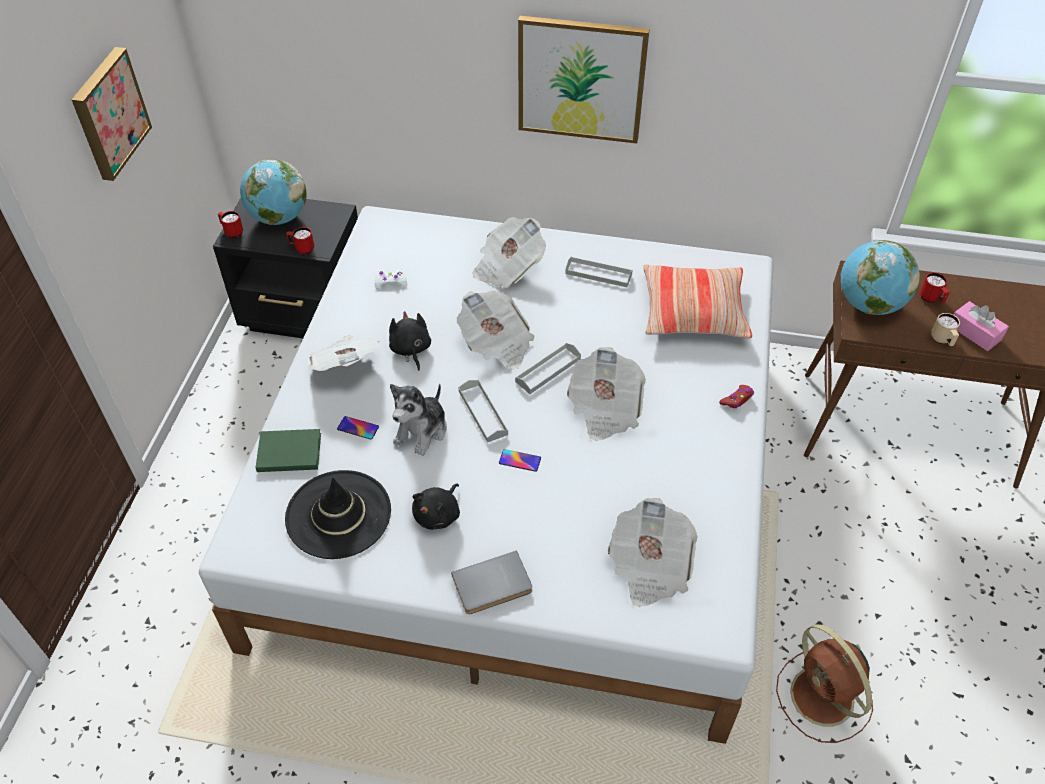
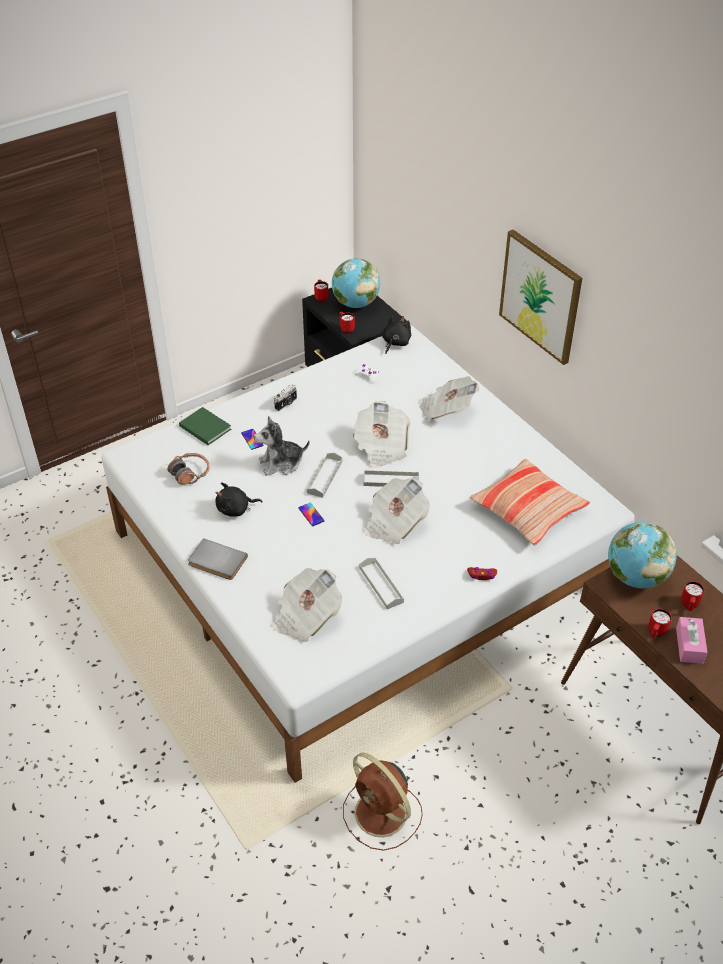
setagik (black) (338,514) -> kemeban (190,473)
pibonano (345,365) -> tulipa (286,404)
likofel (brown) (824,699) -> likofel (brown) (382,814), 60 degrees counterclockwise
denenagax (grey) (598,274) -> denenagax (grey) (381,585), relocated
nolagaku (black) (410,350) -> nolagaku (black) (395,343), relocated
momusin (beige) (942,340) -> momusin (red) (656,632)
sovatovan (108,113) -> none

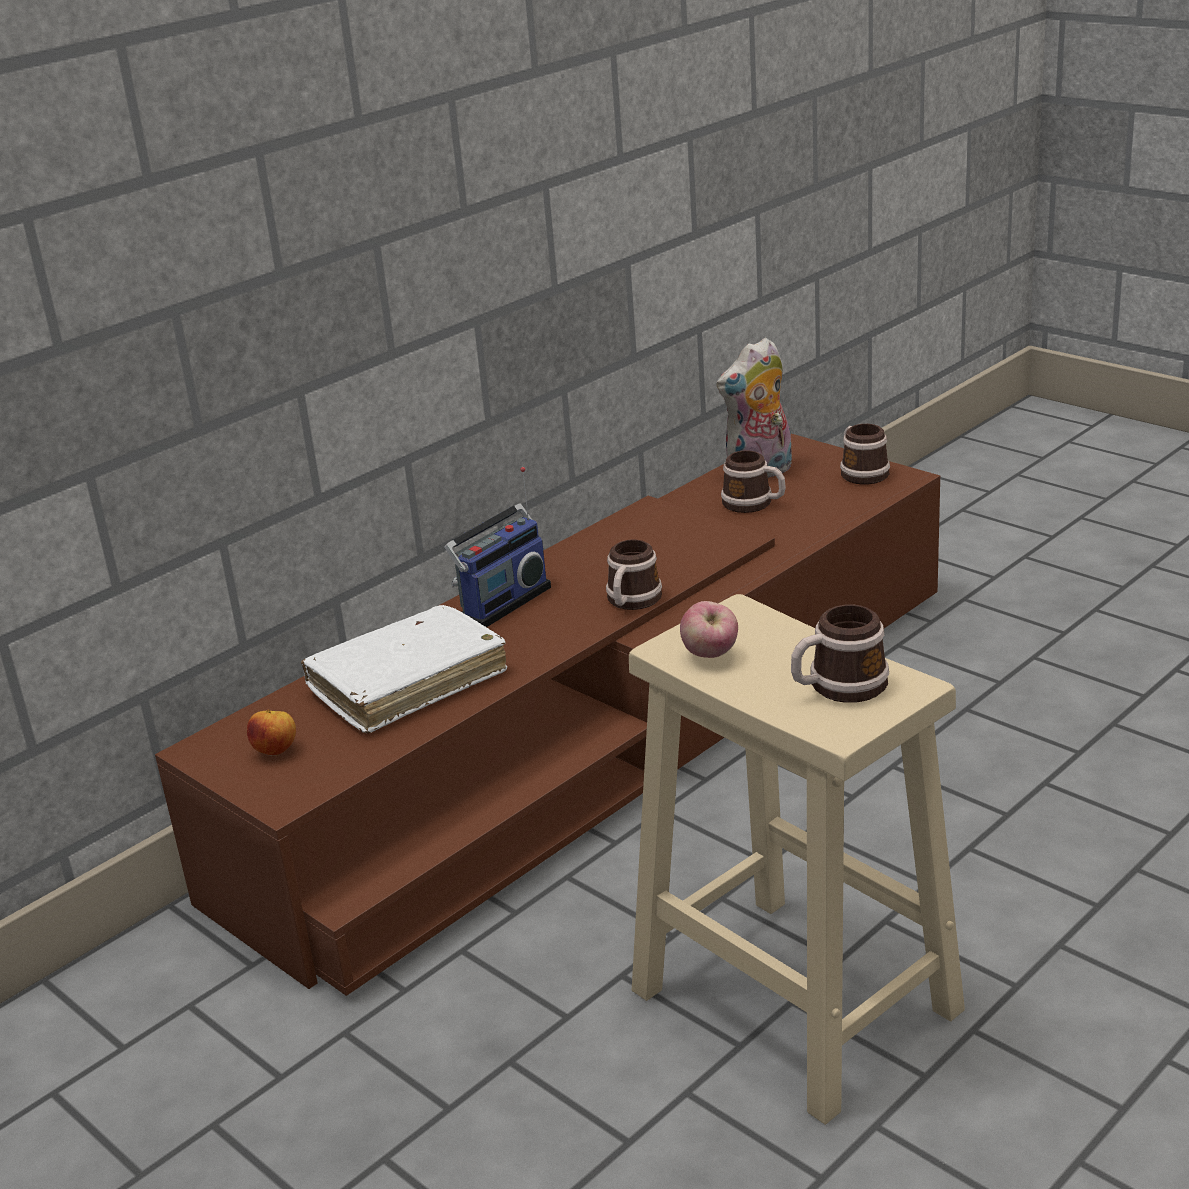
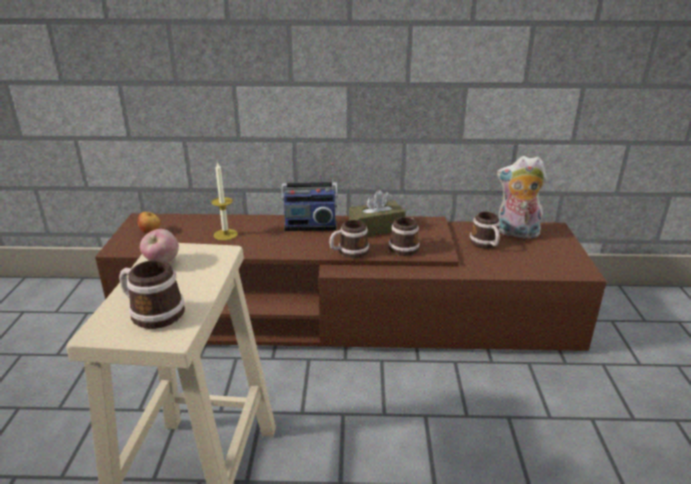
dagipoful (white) (408,683) -> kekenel (225,234)
none -> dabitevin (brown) (376,228)
momusin (861,472) -> momusin (405,247), relocated

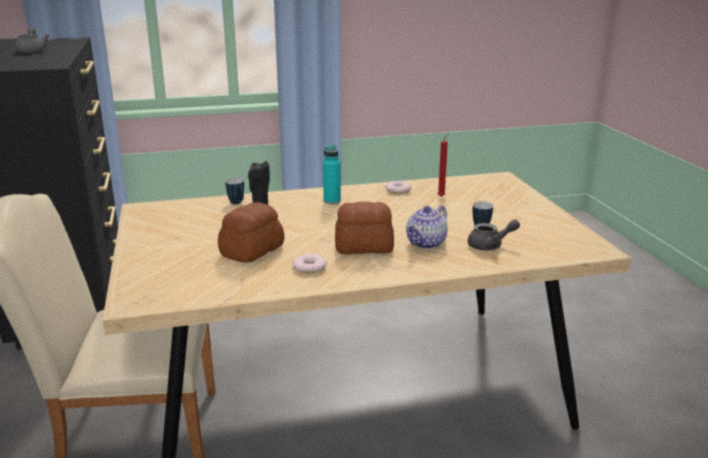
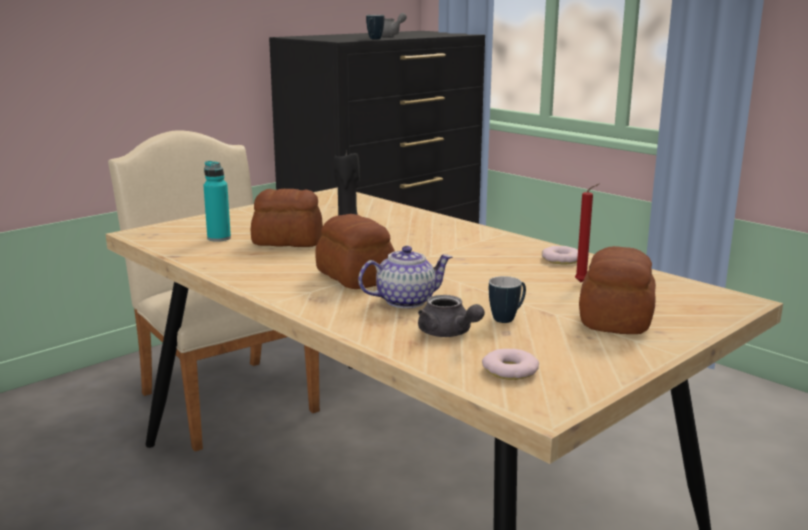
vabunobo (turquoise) (332,201) -> vabunobo (turquoise) (219,238), relocated
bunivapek (426,243) -> bunivapek (406,301), 150 degrees clockwise
momusin (238,203) -> momusin (374,39), relocated
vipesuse (309,267) -> vipesuse (510,370), relocated
none -> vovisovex (617,318)

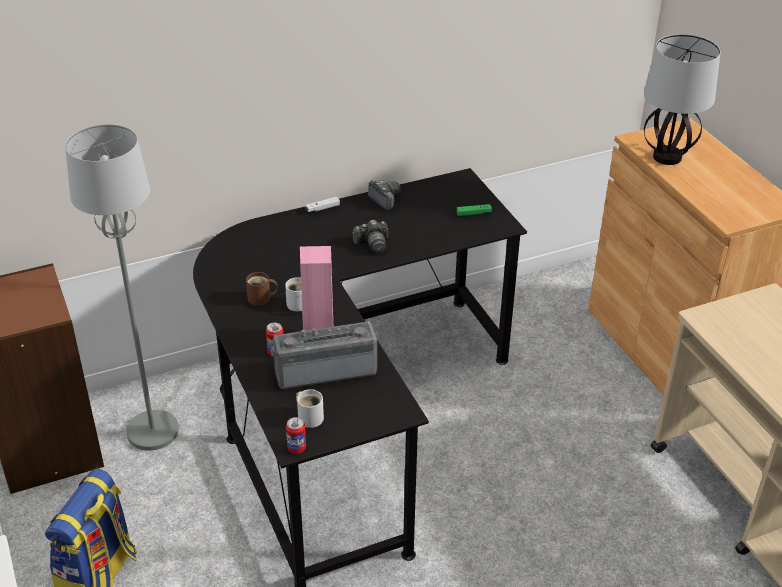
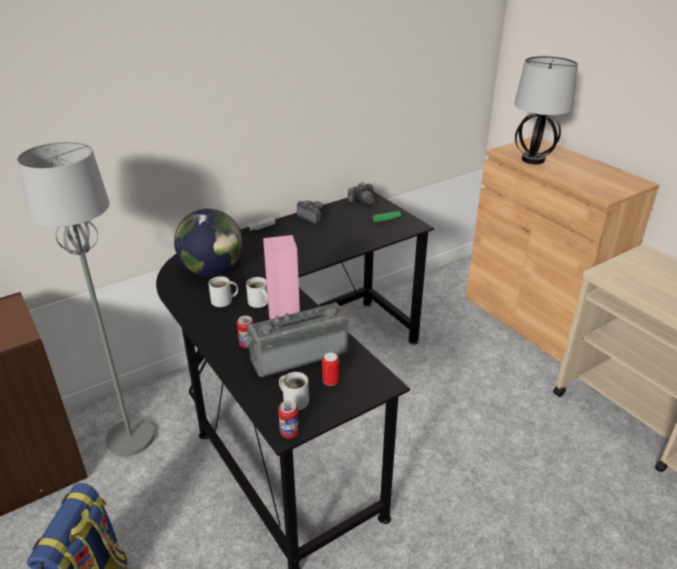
none -> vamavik (213,270)
momusin (brown) (261,299) -> momusin (white) (223,301)
none -> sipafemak (330,381)
tulipa (372,244) -> tulipa (363,201), relocated

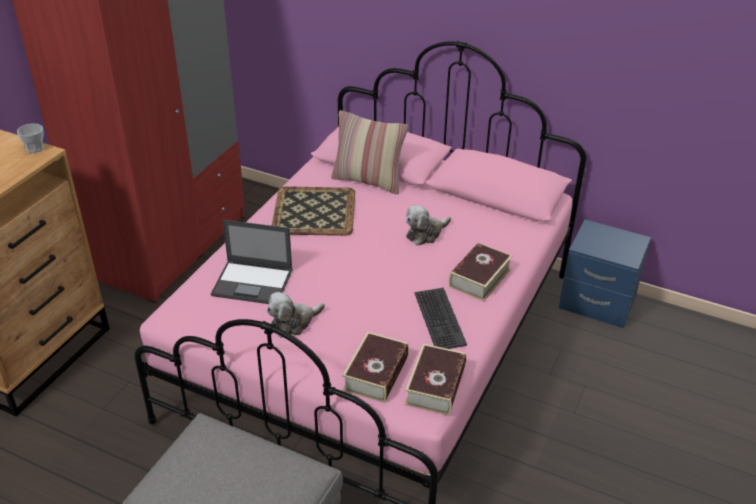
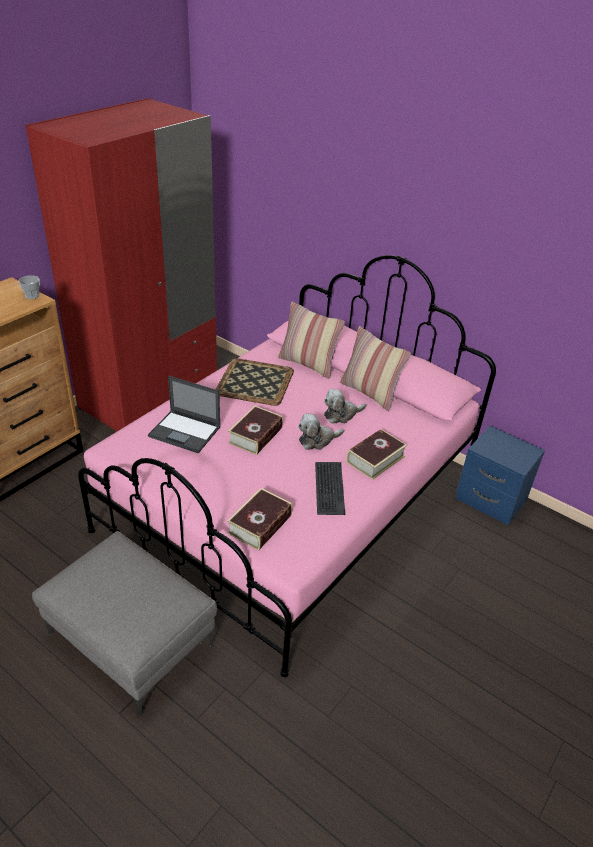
dagipoful (435,385) -> dagipoful (255,435), relocated
nolagaku (293,322) -> nolagaku (317,440), relocated
none -> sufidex (369,393)

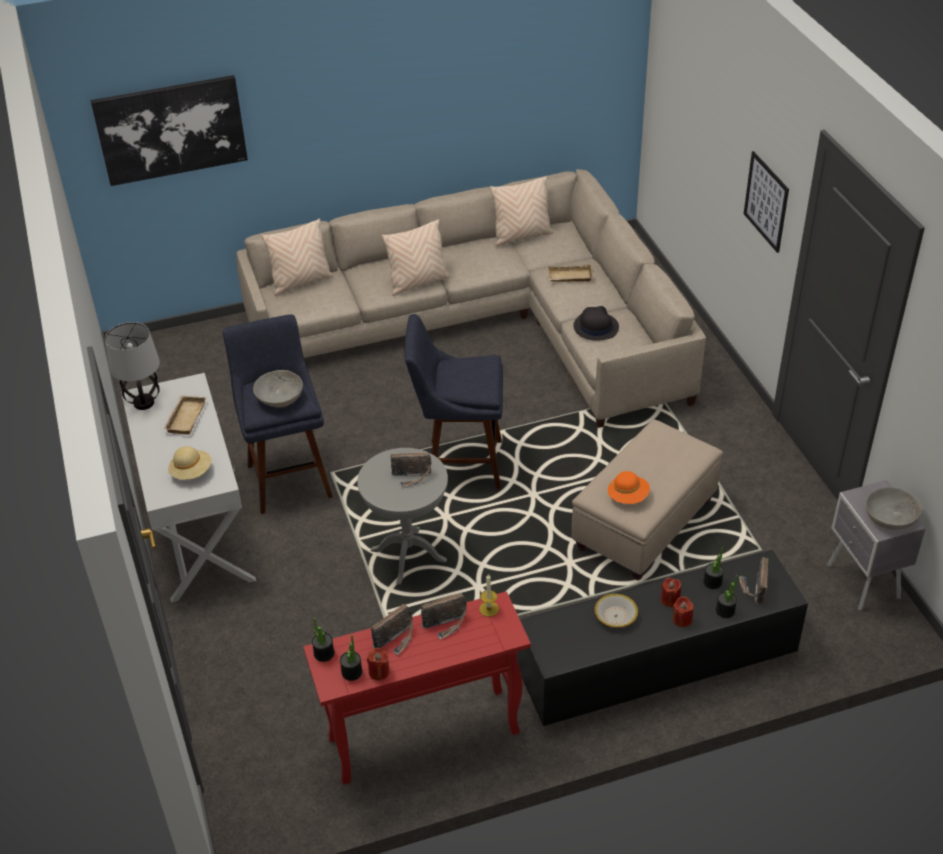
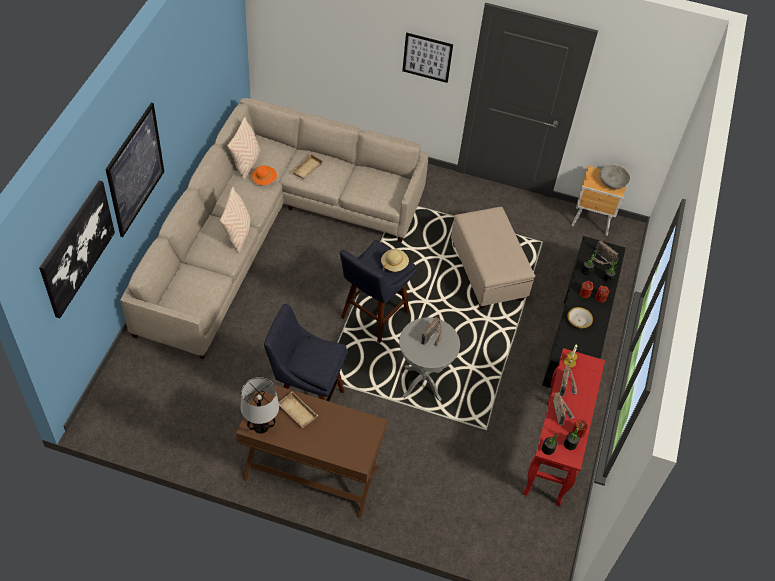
none -> sovatovan (135,170)
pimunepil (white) (197,531) -> pimunepil (brown) (311,473)
setagik (orange) (628,496) -> setagik (orange) (264,179), relocated
setagik (beige) (191,472) -> setagik (beige) (394,264), relocated
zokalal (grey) (863,583) -> zokalal (brown) (592,222)
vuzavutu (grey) (279,398) -> none
sufidex (beige) (301,282) -> none
setagik (black) (595,327) -> none

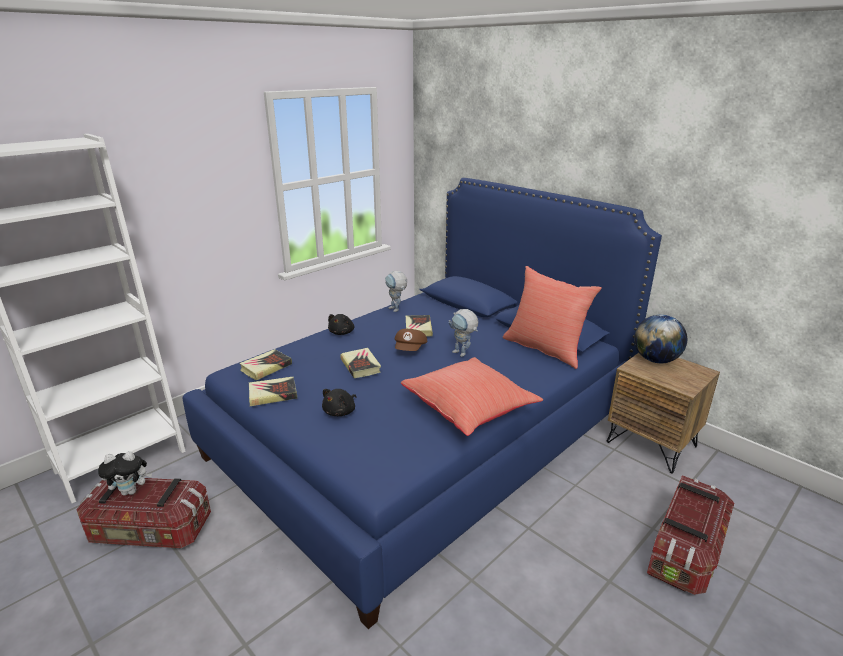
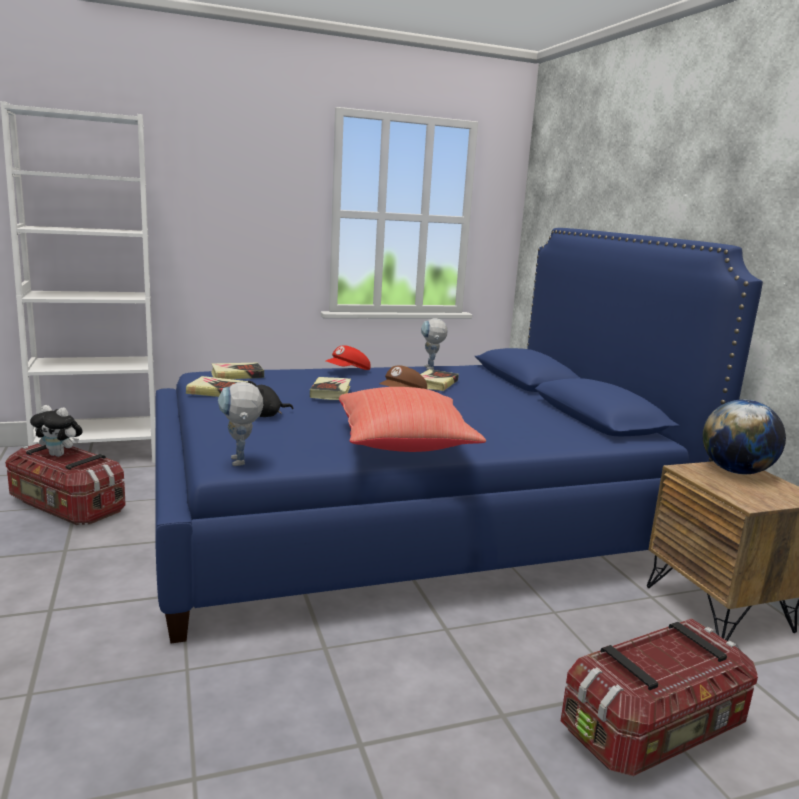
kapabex (463,354) -> kapabex (241,464), relocated
nolagaku (black) (342,332) -> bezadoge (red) (348,371)
sufidex (red) (545,349) -> none

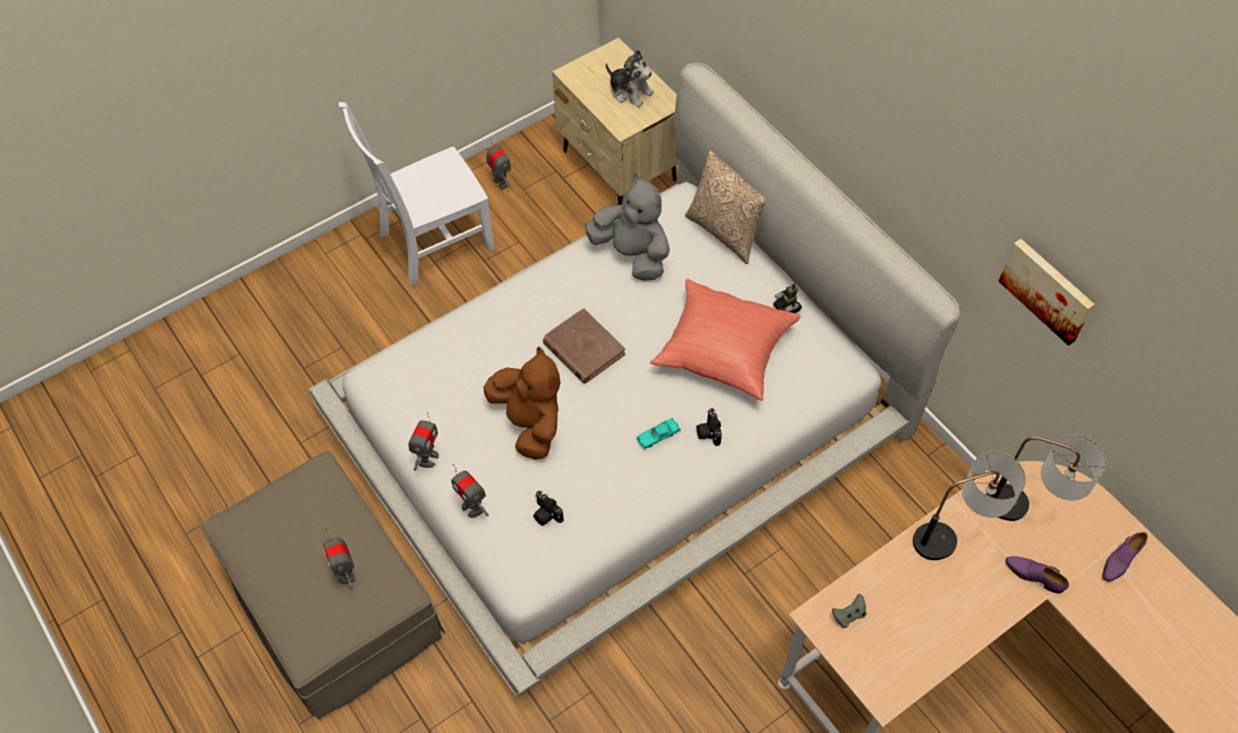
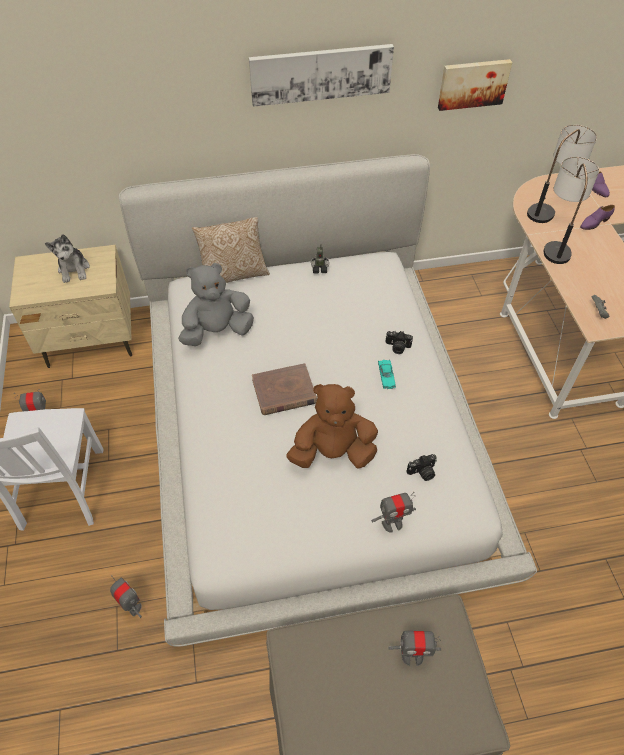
nolagaku (630,92) -> nolagaku (74,269), 105 degrees clockwise
kapabex (428,458) -> kapabex (132,606), relocated
none -> sovatovan (321,73)
sufidex (red) (723,352) -> none

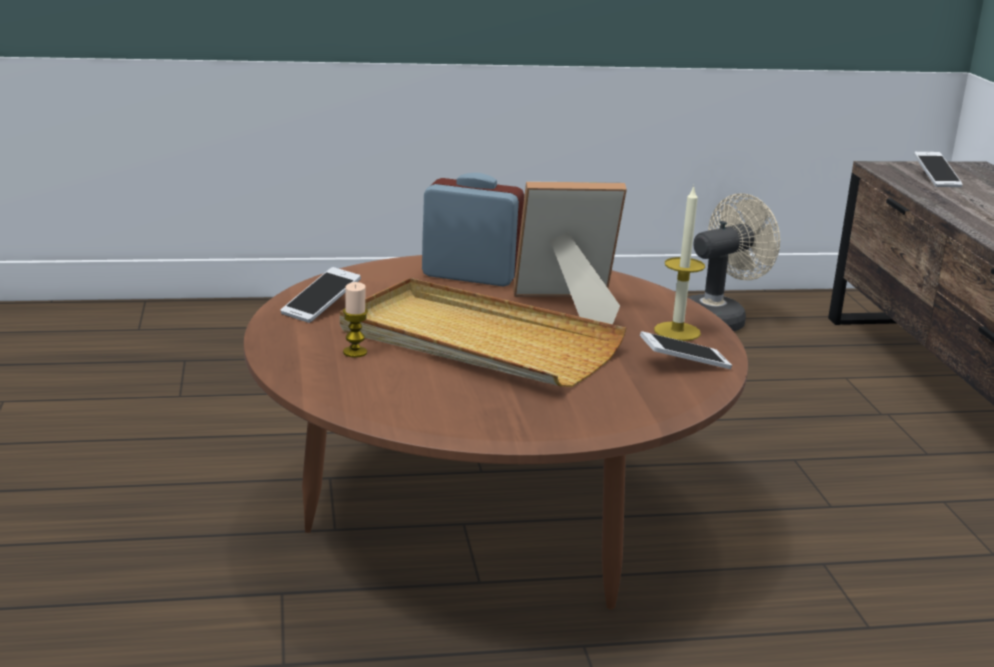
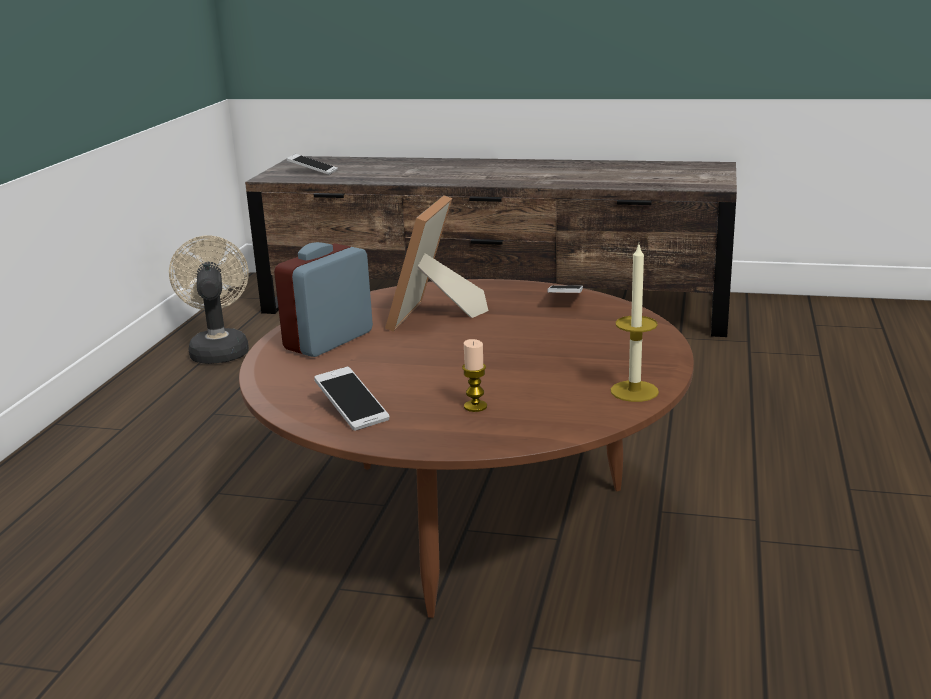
kekenel (677,331) -> kekenel (634,391), relocated
denenagax (beige) (477,342) -> none

